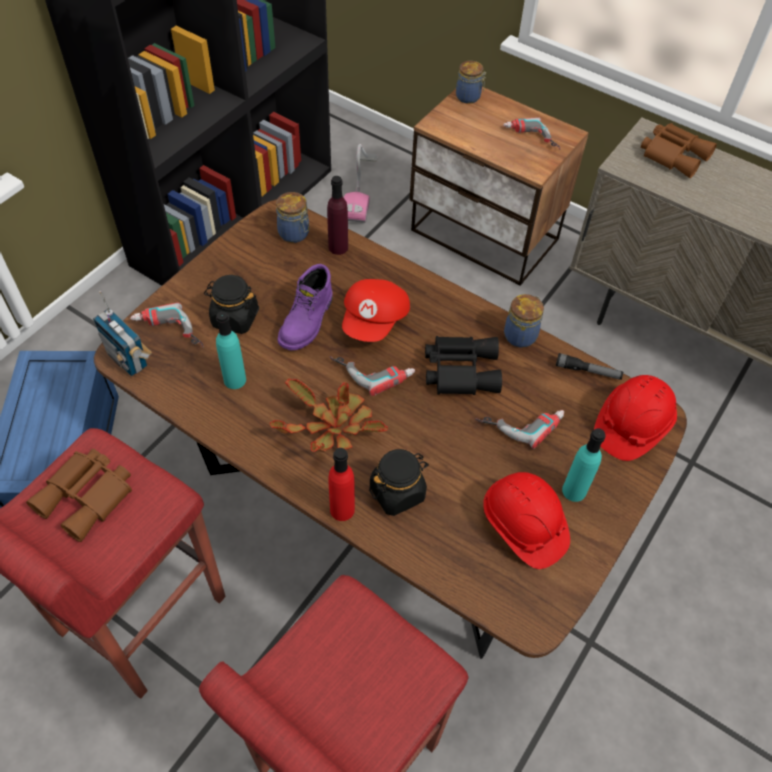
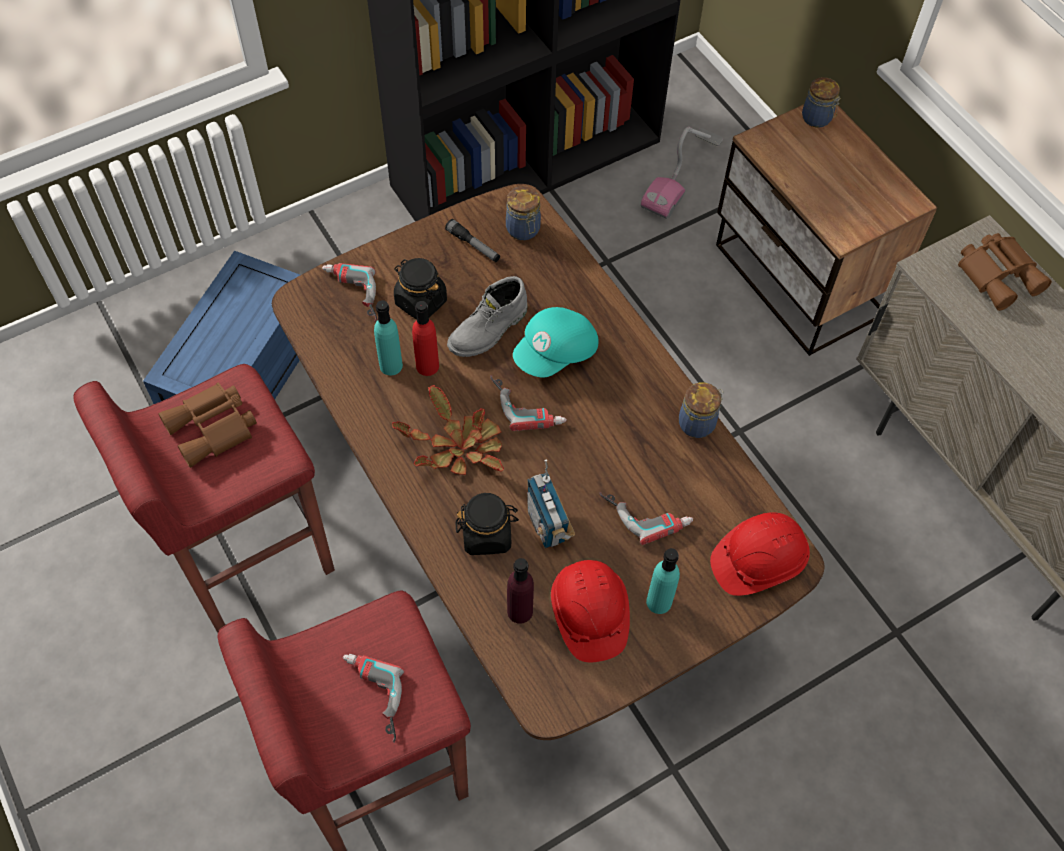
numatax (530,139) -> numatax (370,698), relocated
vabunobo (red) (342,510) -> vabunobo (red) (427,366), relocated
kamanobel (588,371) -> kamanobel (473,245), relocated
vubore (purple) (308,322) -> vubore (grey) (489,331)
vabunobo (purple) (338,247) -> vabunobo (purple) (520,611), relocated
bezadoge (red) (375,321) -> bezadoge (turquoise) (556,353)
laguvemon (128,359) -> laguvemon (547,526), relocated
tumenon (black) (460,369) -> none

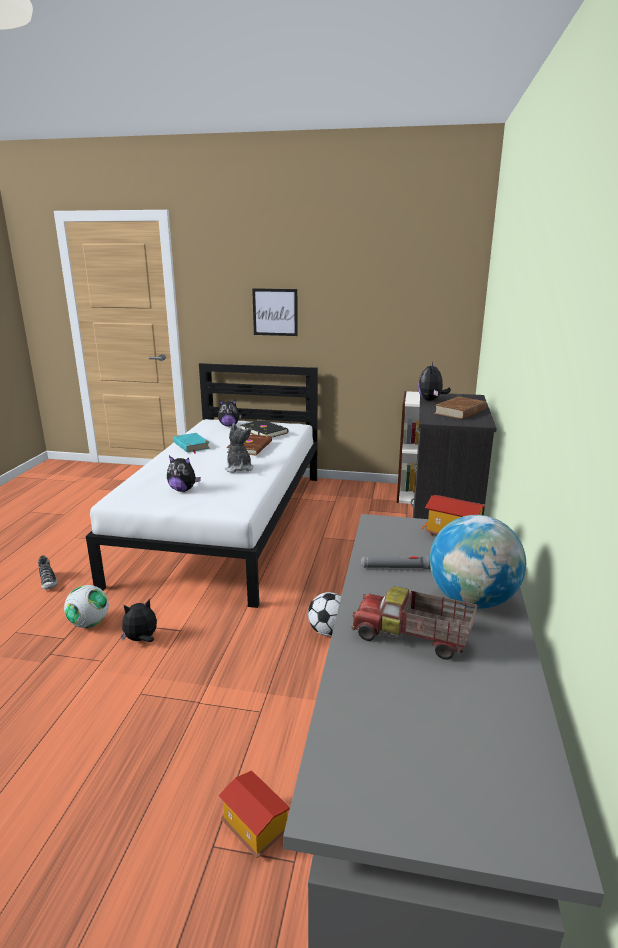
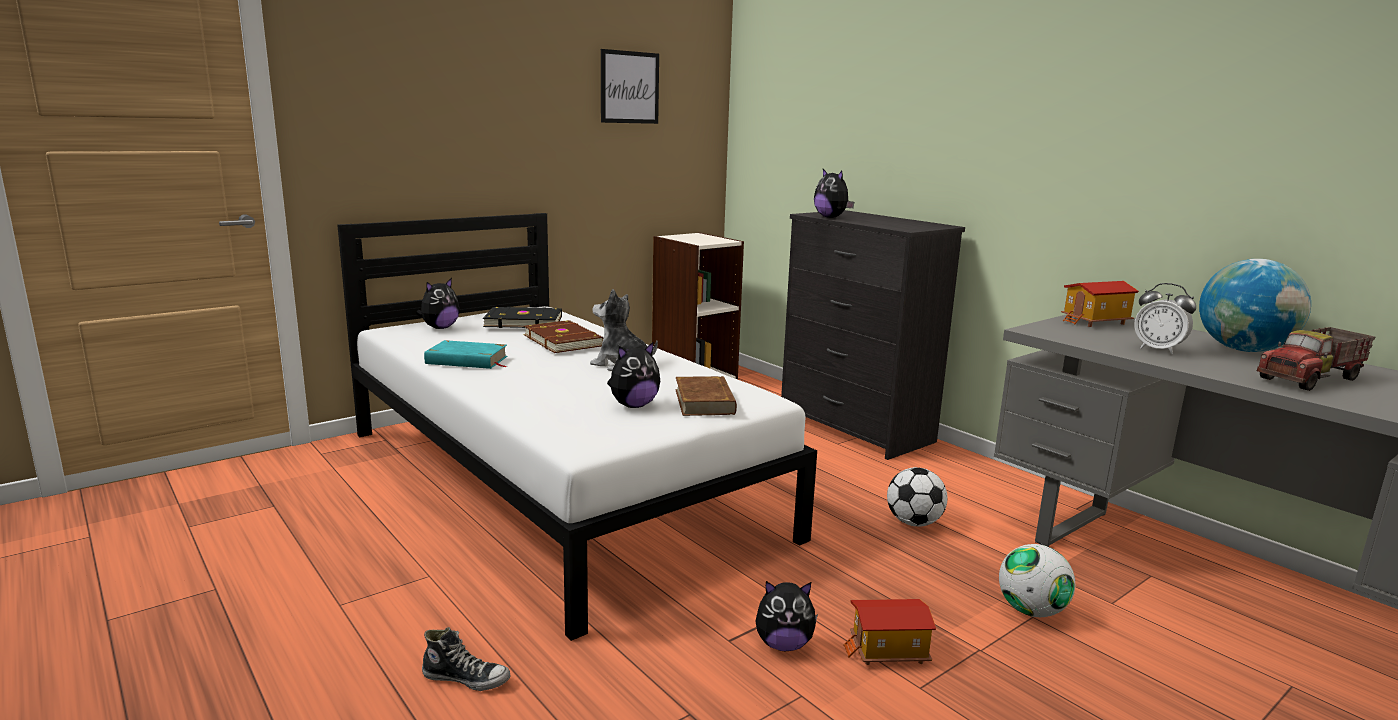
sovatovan (275,312) -> sovatovan (629,87), relocated
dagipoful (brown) (460,411) -> dagipoful (brown) (705,401), relocated
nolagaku (141,639) -> nolagaku (783,644), 105 degrees counterclockwise
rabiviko (254,828) -> rabiviko (888,652), relocated
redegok (89,623) -> redegok (1031,611), relocated
kamanobel (grey) (399,568) -> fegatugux (1158,350)

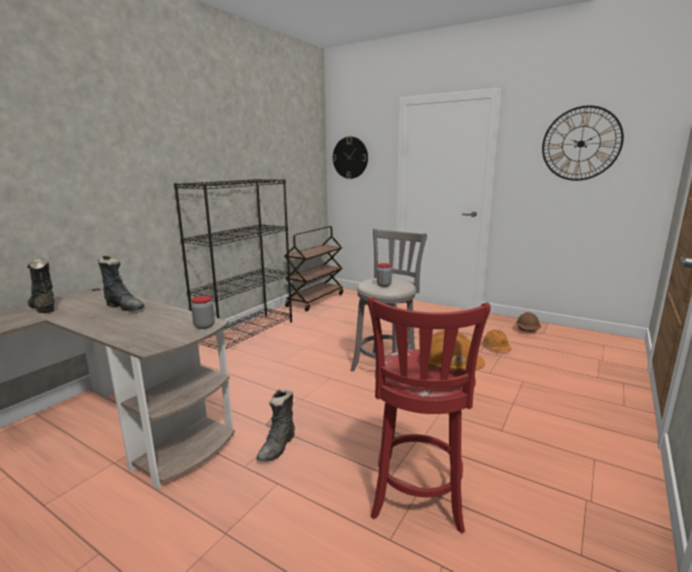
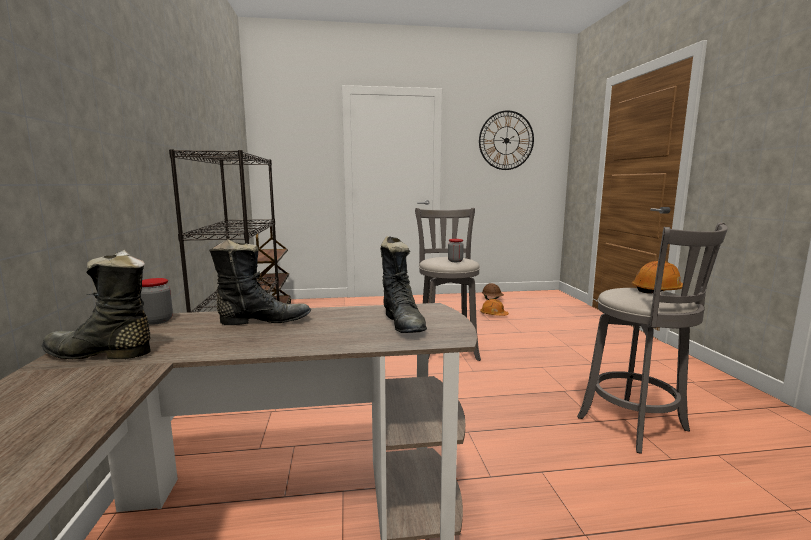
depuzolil (204,326) -> depuzolil (157,321), relocated
vubore (black) (278,447) -> vubore (black) (403,324), relocated
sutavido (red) (417,500) -> sutavido (grey) (637,426)
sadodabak (350,157) -> none

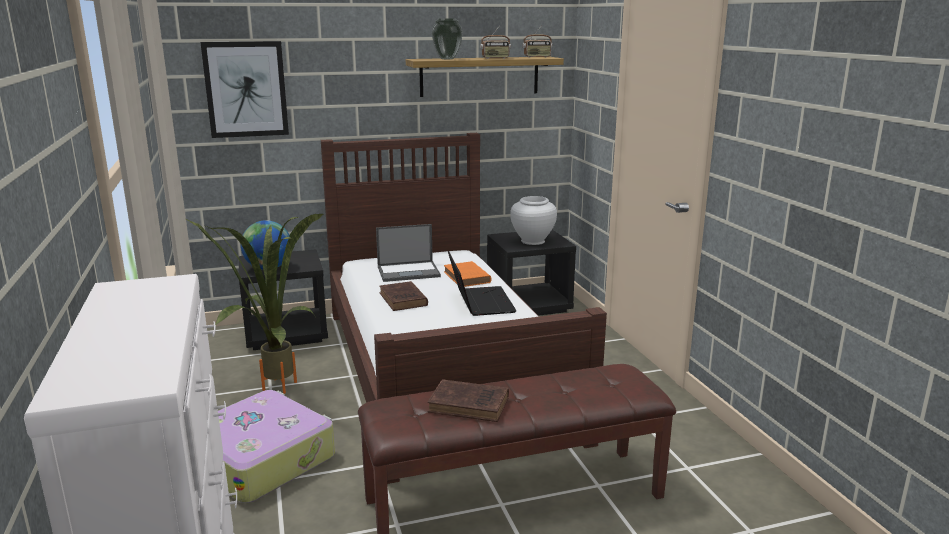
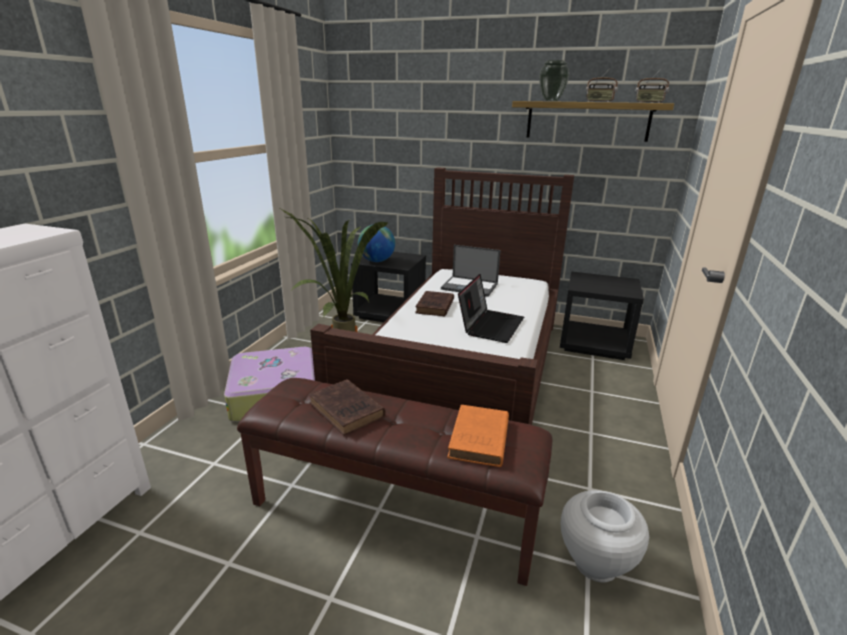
dagipoful (orange) (467,278) -> dagipoful (orange) (479,440), relocated
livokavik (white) (532,241) -> livokavik (white) (595,564), relocated
sovatovan (246,89) -> none

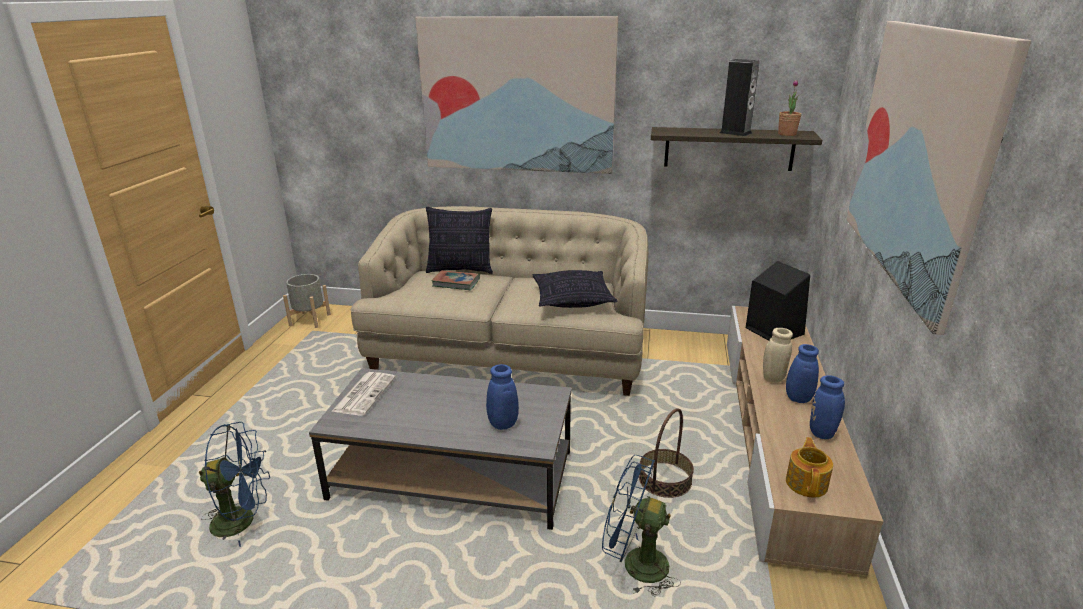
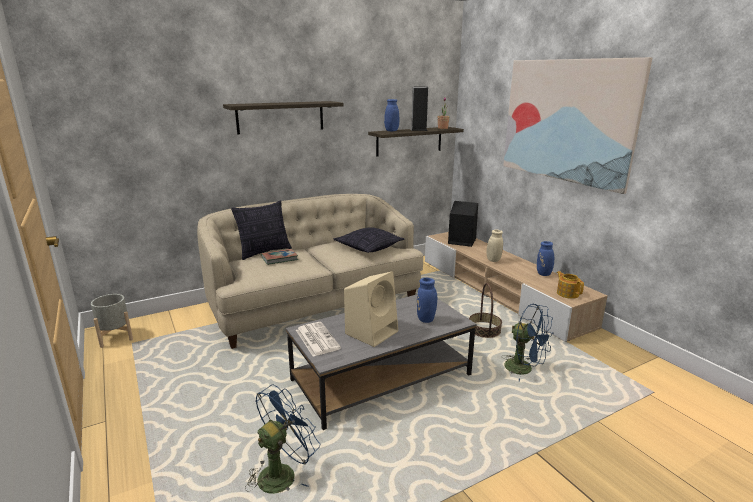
sovatovan (517,96) -> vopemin (280,117)
none -> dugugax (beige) (372,332)
livokavik (blue) (796,399) -> livokavik (blue) (391,131), relocated
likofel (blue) (635,564) -> likofel (blue) (524,369), 120 degrees counterclockwise

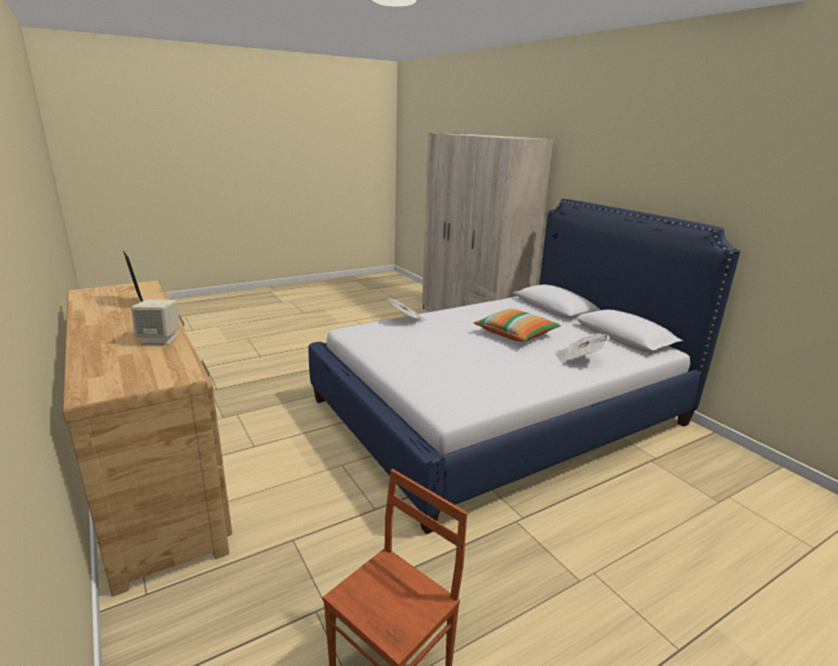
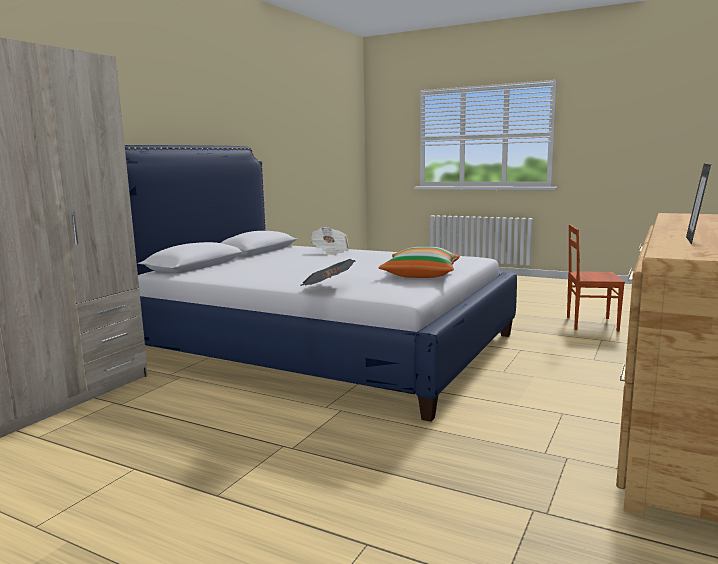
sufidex (516,335) -> sufidex (420,275), relocated
dugugax (beige) (160,339) -> none

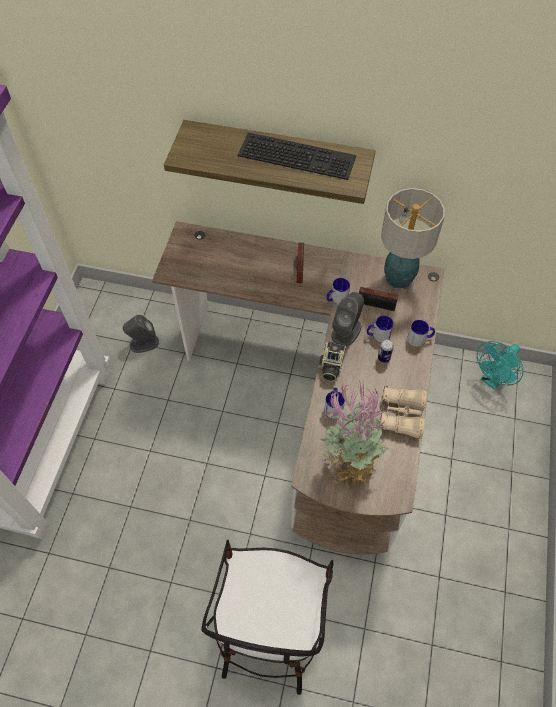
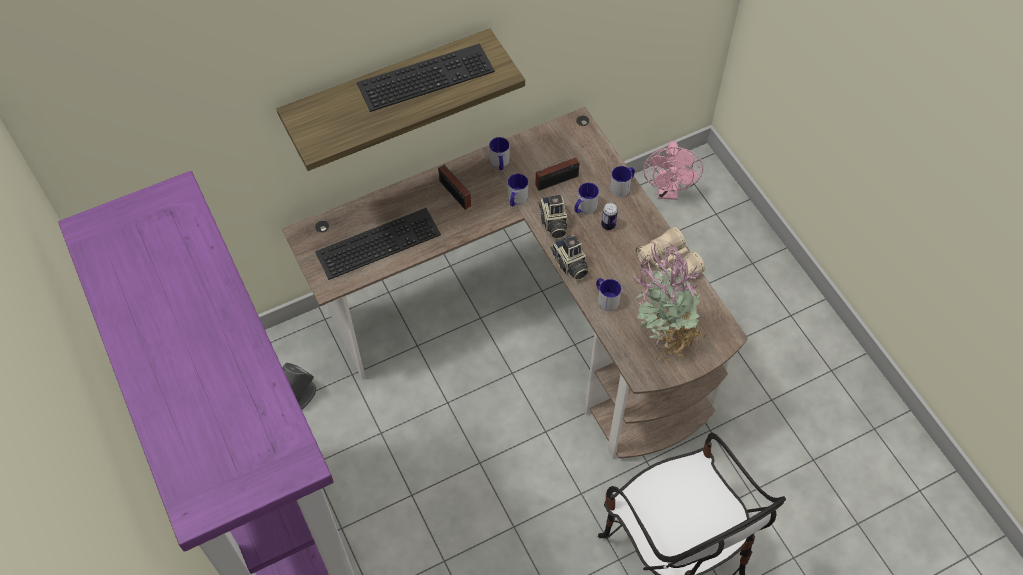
none -> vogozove (378,241)
none -> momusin (500,163)
dugugax (grey) (346,331) -> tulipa (553,223)
likofel (turquoise) (492,379) -> likofel (pink) (668,191)
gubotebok (397,279) -> none

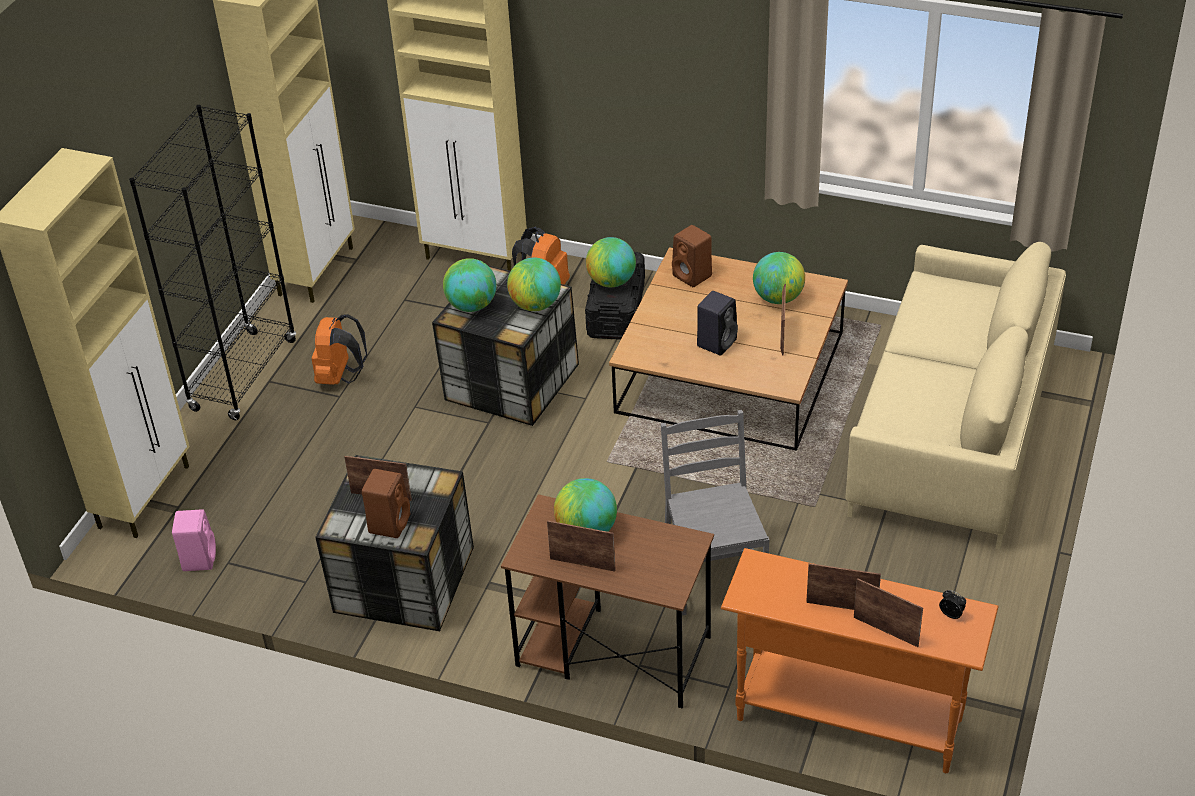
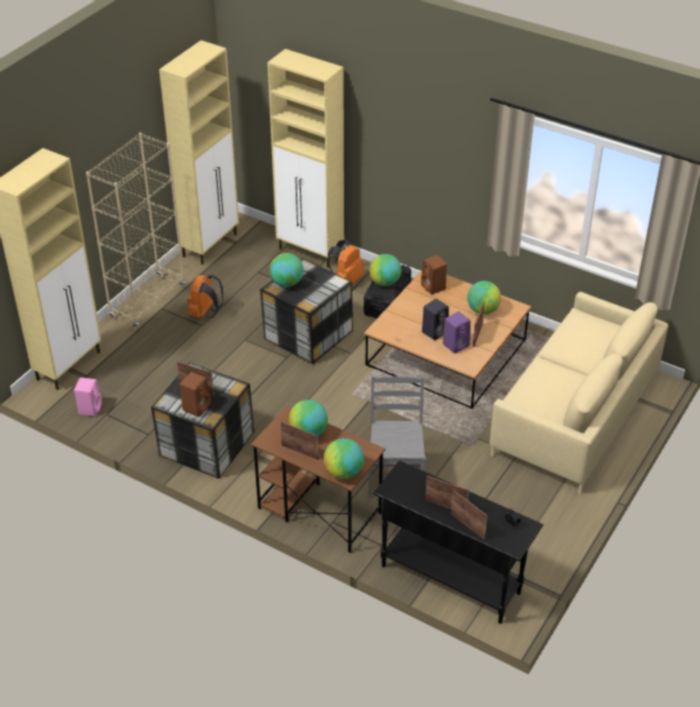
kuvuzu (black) (244,375) -> kuvuzu (beige) (148,302)
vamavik (535,305) -> vamavik (344,472), relocated
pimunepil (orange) (848,718) -> pimunepil (black) (450,579)
none -> dugugax (purple) (456,344)

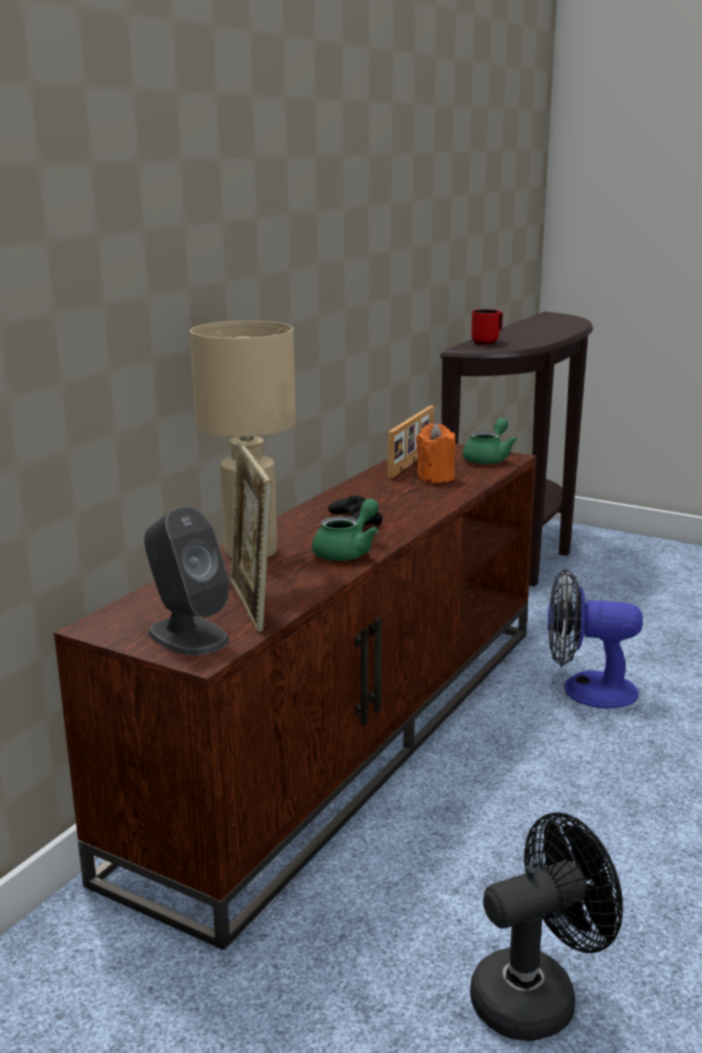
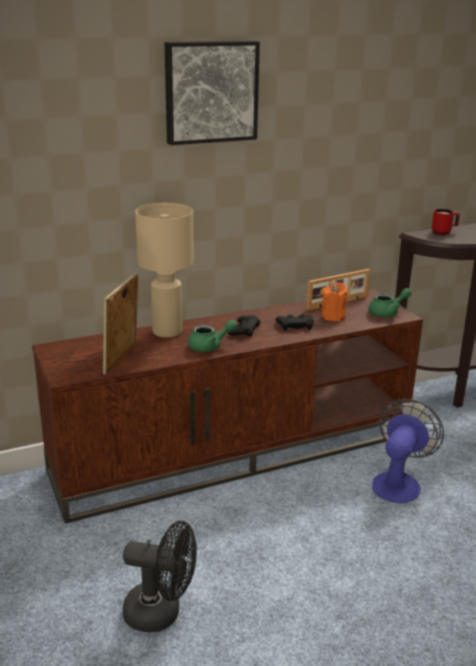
none -> sovatovan (210,92)
none -> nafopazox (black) (295,325)
likofel (586,690) -> likofel (398,482), 75 degrees clockwise
dugugax (grey) (187,635) -> none

